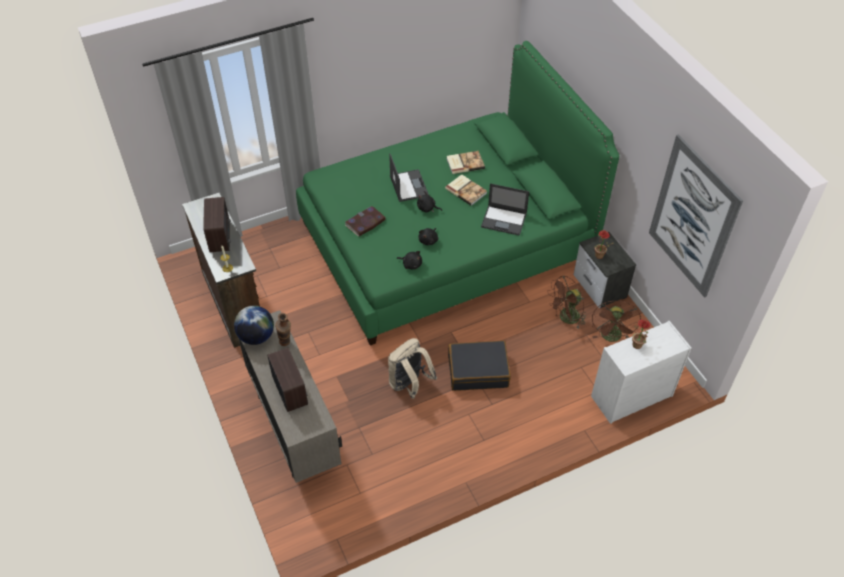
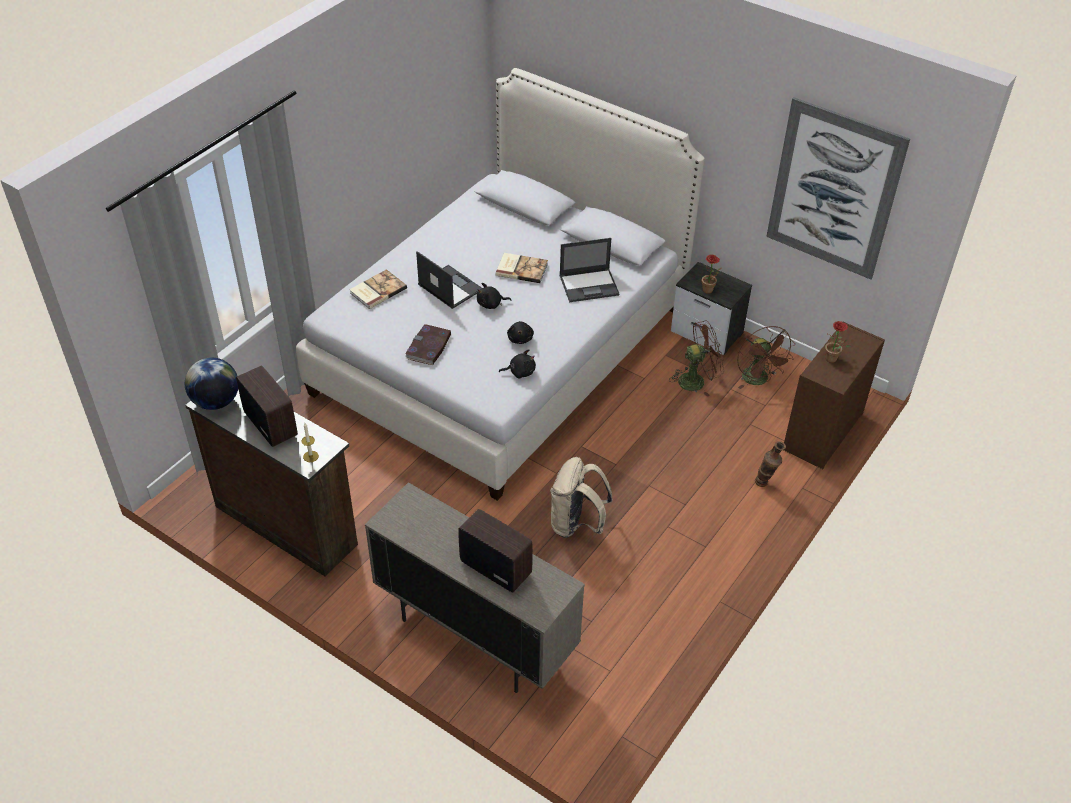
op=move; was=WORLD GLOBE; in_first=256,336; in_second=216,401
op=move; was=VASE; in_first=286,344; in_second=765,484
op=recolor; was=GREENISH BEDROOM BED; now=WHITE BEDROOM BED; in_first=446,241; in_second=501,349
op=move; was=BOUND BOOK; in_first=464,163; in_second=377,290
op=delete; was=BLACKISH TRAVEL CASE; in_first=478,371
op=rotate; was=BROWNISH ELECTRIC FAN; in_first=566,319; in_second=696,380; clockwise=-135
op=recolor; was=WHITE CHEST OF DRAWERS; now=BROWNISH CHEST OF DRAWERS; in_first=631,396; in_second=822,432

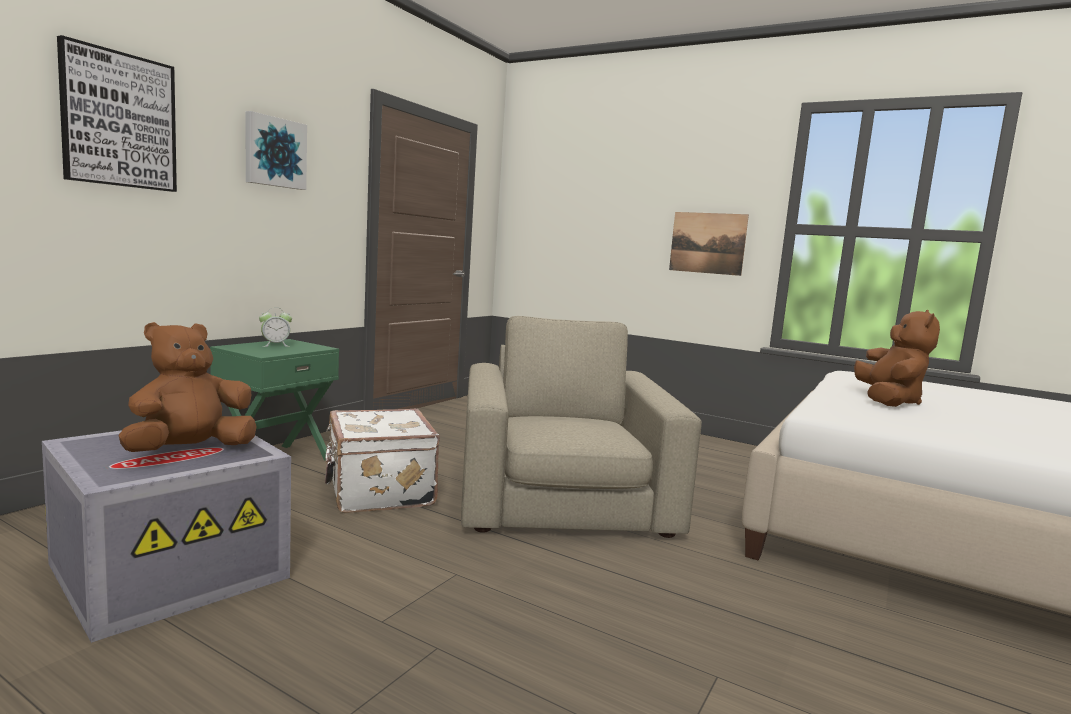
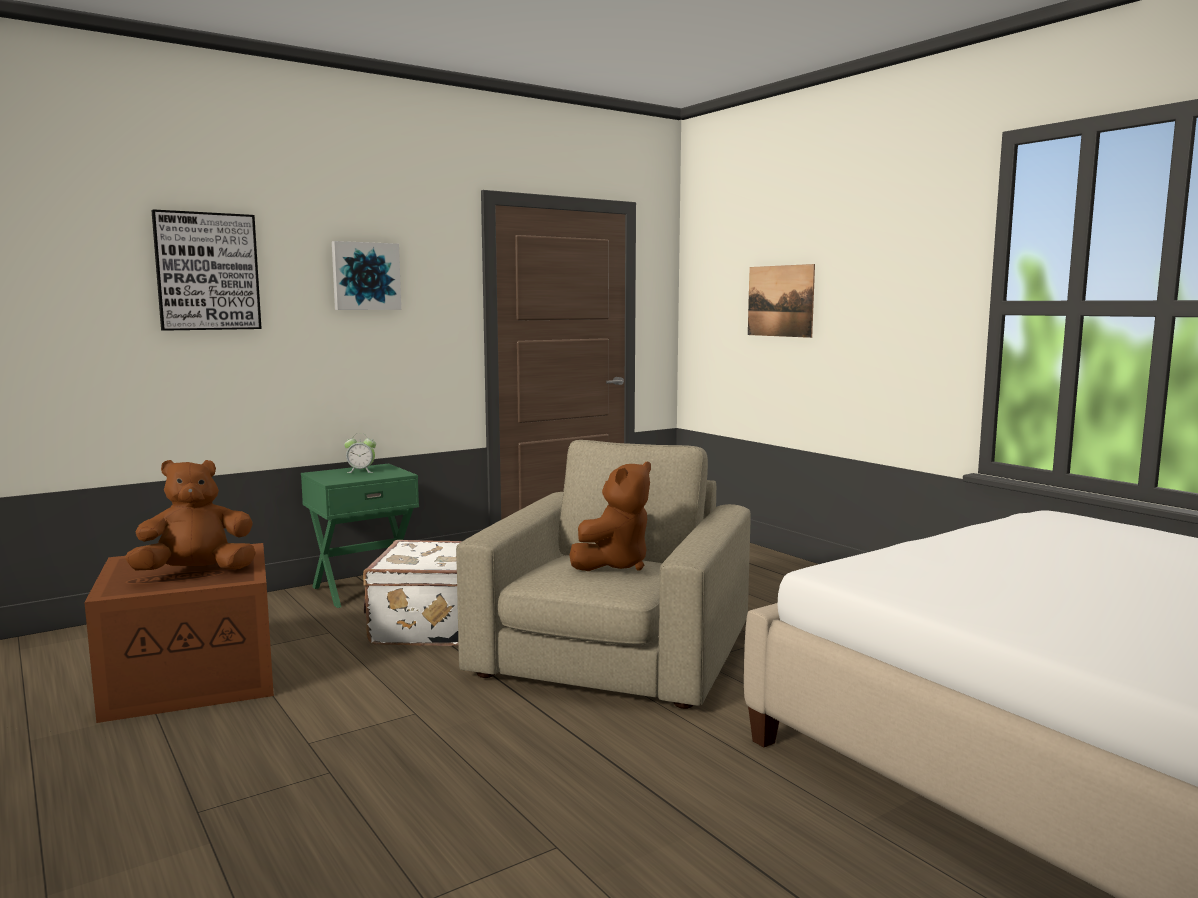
op=recolor; was=GRAY STORAGE BIN; now=BROWNISH STORAGE BIN; in_first=172,569; in_second=195,676
op=move; was=WALL PICTURE; in_first=707,243; in_second=780,301
op=move; was=BROWNISH SOFT TOY; in_first=888,401; in_second=614,564

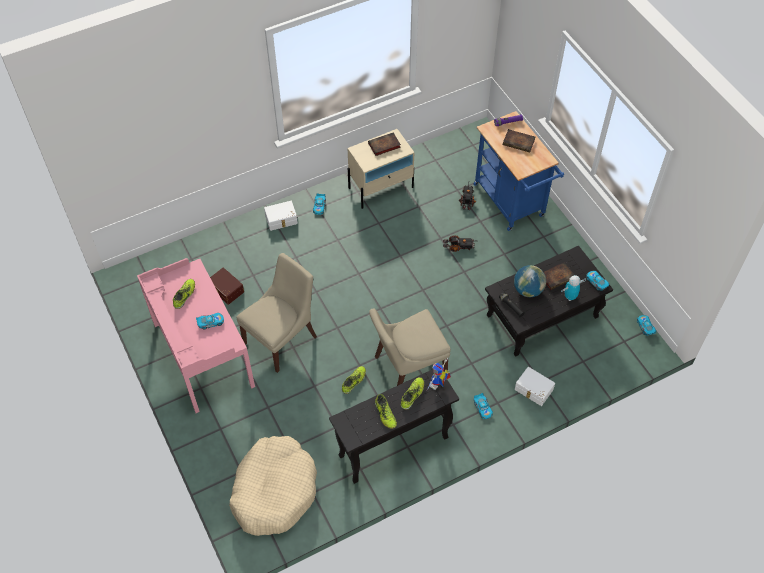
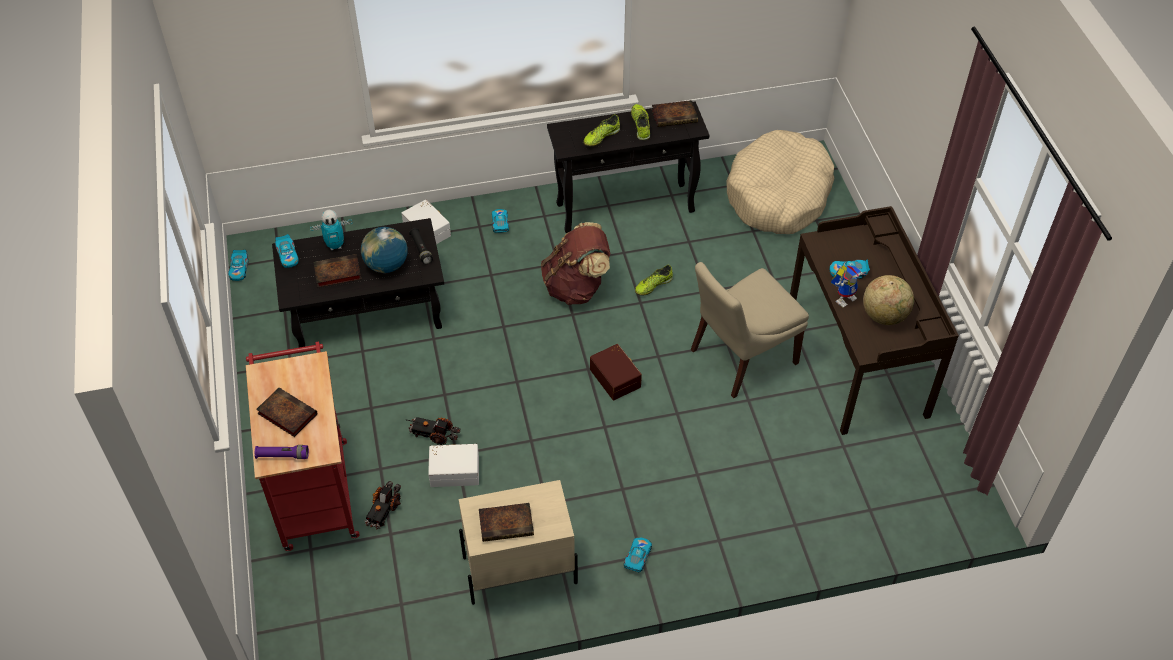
op=recolor; was=PINK DESK; now=BROWNISH DESK; in_first=202,355; in_second=858,360
op=replace; was=SHOE; now=WORLD GLOBE; in_first=185,295; in_second=884,315
op=move; was=BROWNISH STORAGE BIN; in_first=225,290; in_second=616,377
op=move; was=WHITE STORAGE BIN; in_first=281,220; in_second=454,470
op=replace; was=BEIGE-COLOURED UPRIGHT CHAIR; now=BROWNISH RUCKSACK; in_first=407,367; in_second=576,287
op=move; was=ROBOT FIGURE; in_first=437,386; in_second=845,297
op=recolor; was=BLUE-COLOURED CART; now=RED-COLOURED CART; in_first=511,203; in_second=314,487
op=insert; now=BOUND BOOK; in_second=675,116

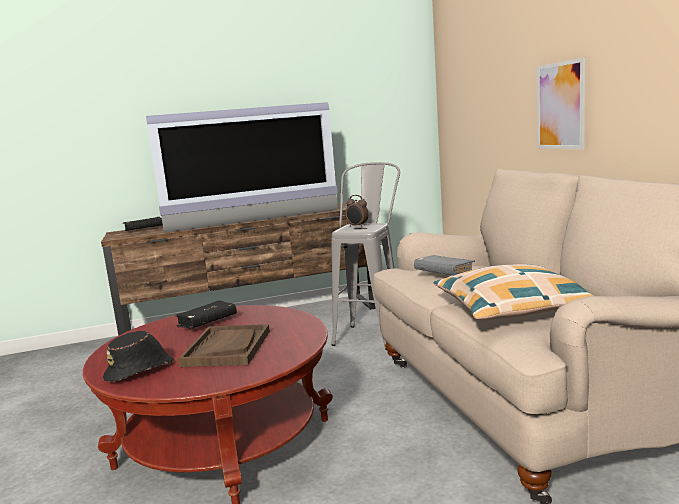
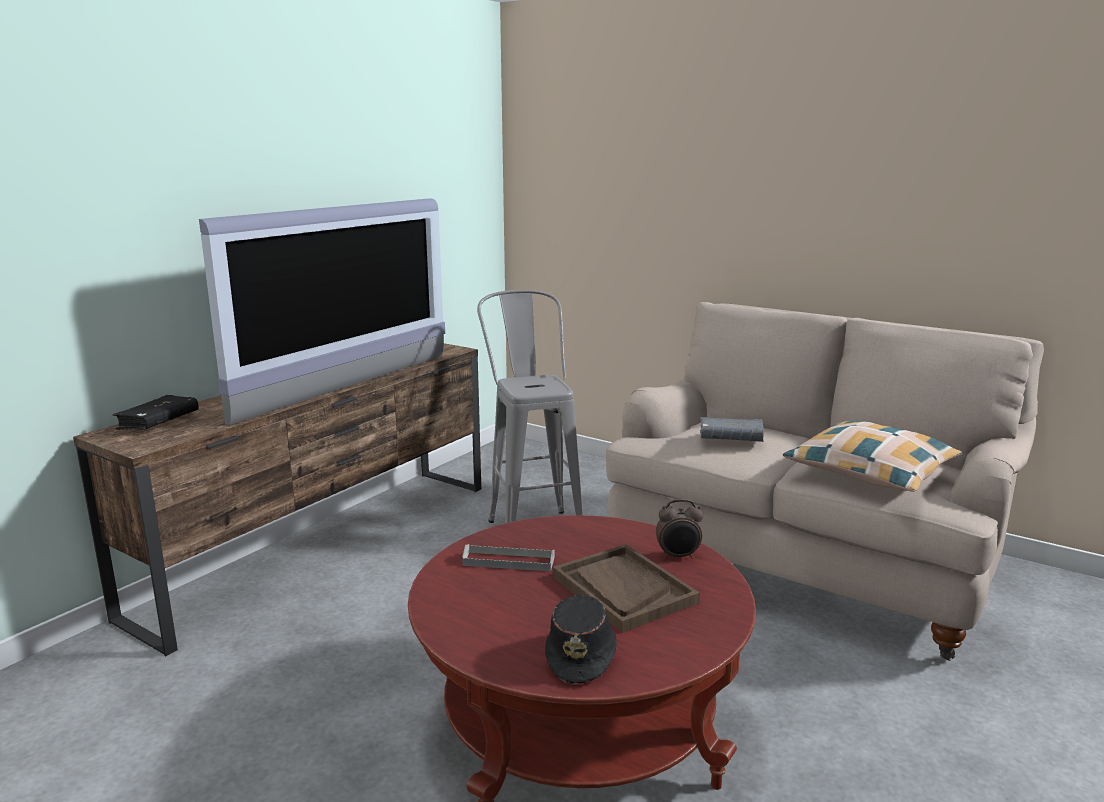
op=replace; was=BLACKISH BOUND BOOK; now=GRAY TRAY; in_first=207,322; in_second=508,561
op=move; was=BEDSIDE CLOCK; in_first=357,226; in_second=678,556
op=delete; was=WALL PICTURE; in_first=560,106

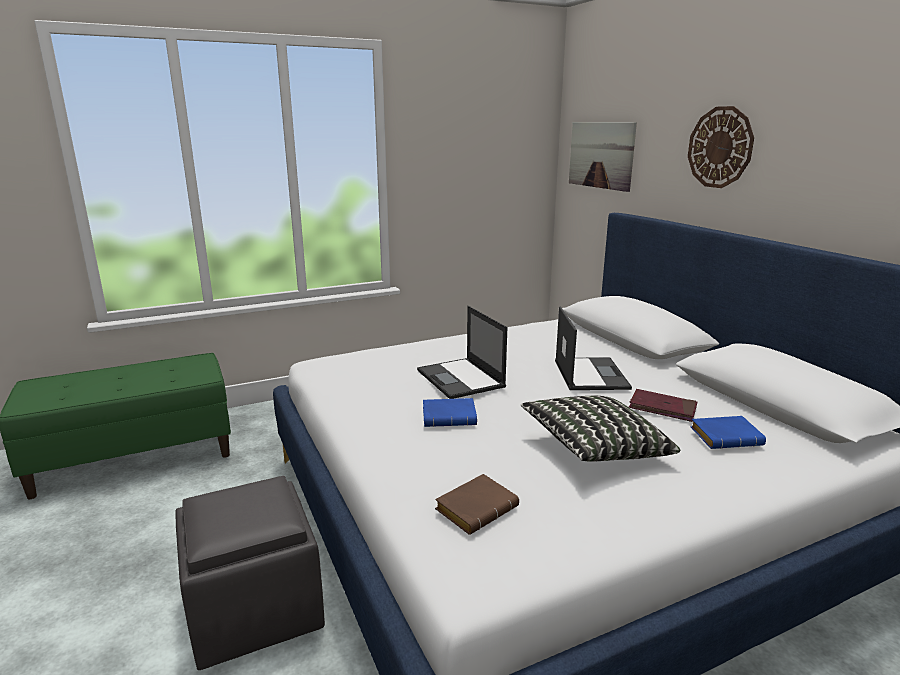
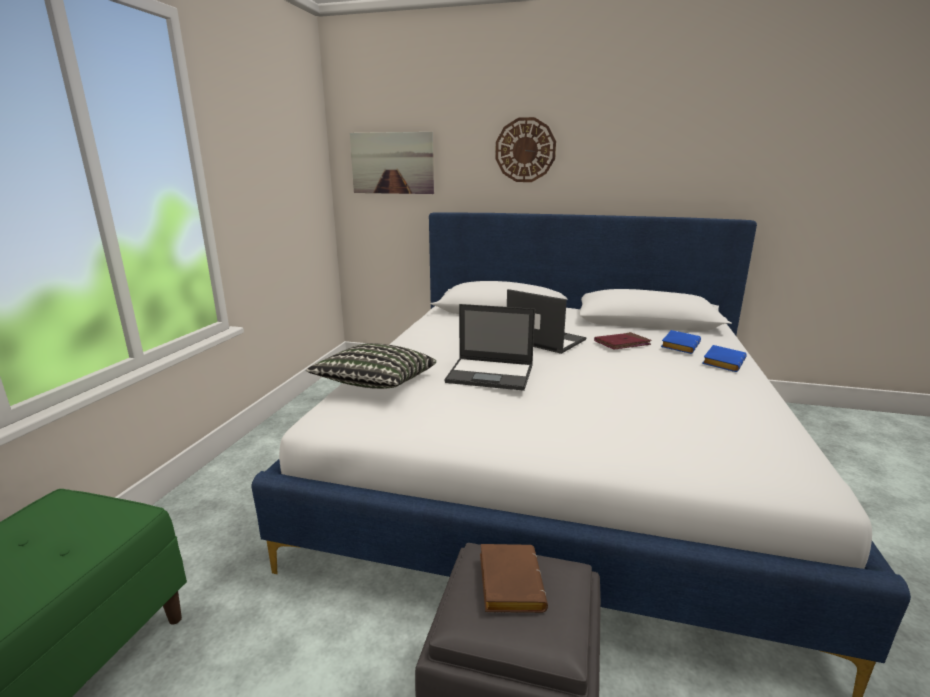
op=move; was=BLUE-COLOURED BOUND BOOK; in_first=450,417; in_second=722,362
op=move; was=BROWNISH BOUND BOOK; in_first=476,508; in_second=508,582
op=move; was=PILLOW; in_first=594,449; in_second=375,385

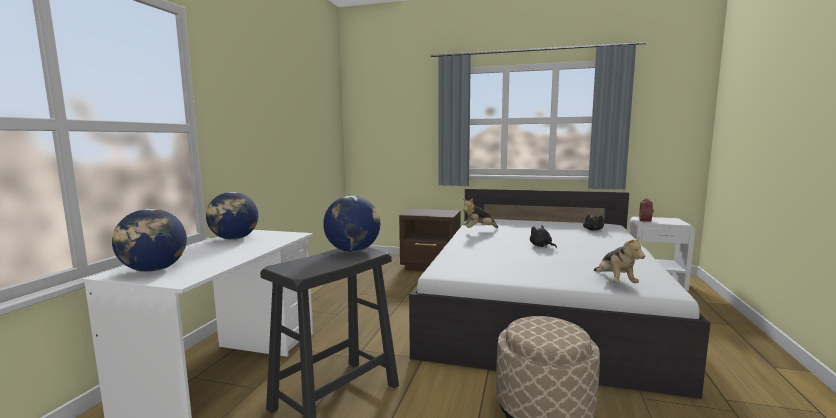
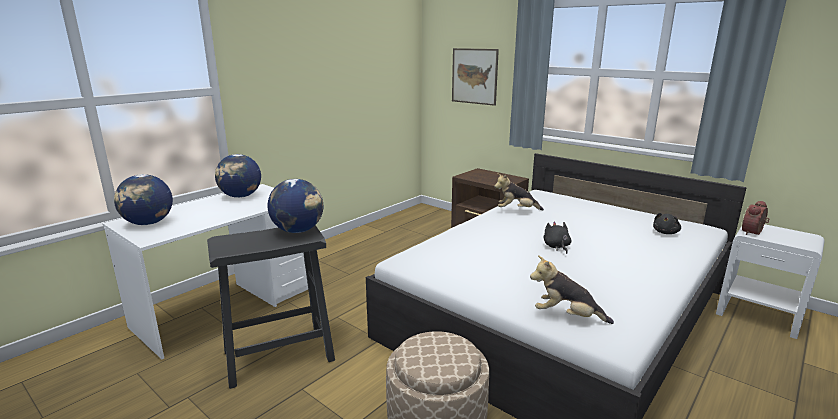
op=rotate; was=SOFT TOY; in_first=614,282; in_second=566,316; clockwise=90
op=insert; now=WALL PICTURE; in_second=474,76

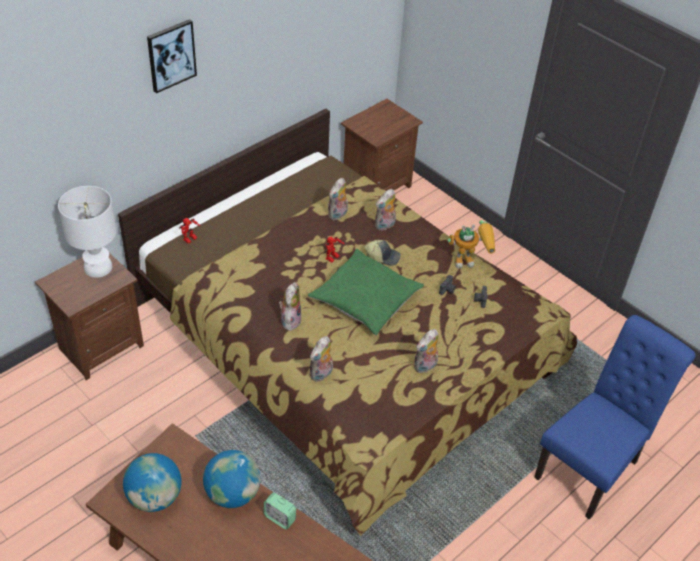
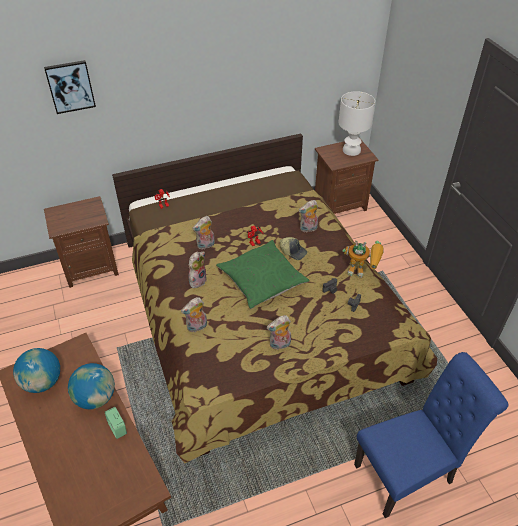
op=move; was=WHITE TABLE LAMP; in_first=97,267; in_second=351,150
op=move; was=WALL PICTURE; in_first=171,55; in_second=70,86
op=move; was=SOFT TOY; in_first=338,215; in_second=205,245

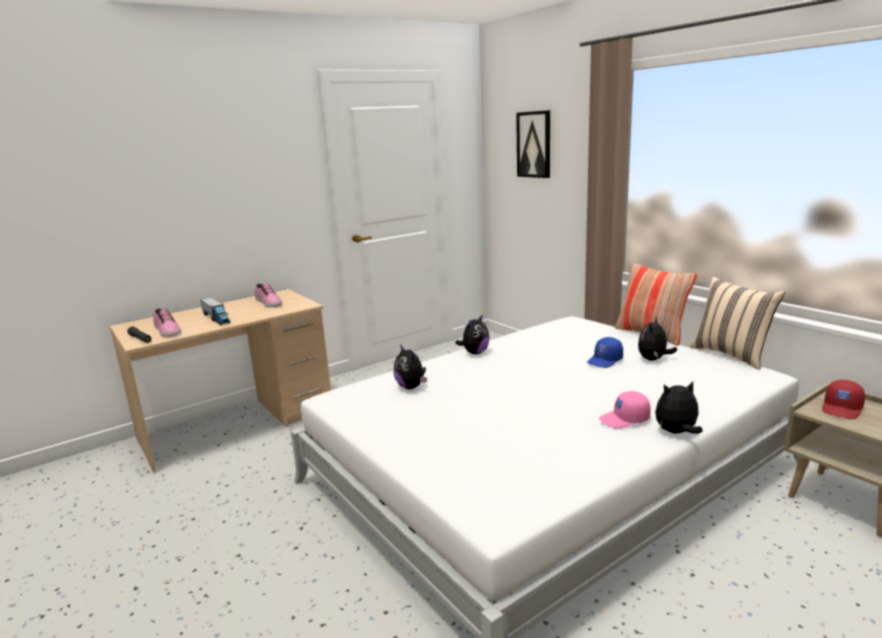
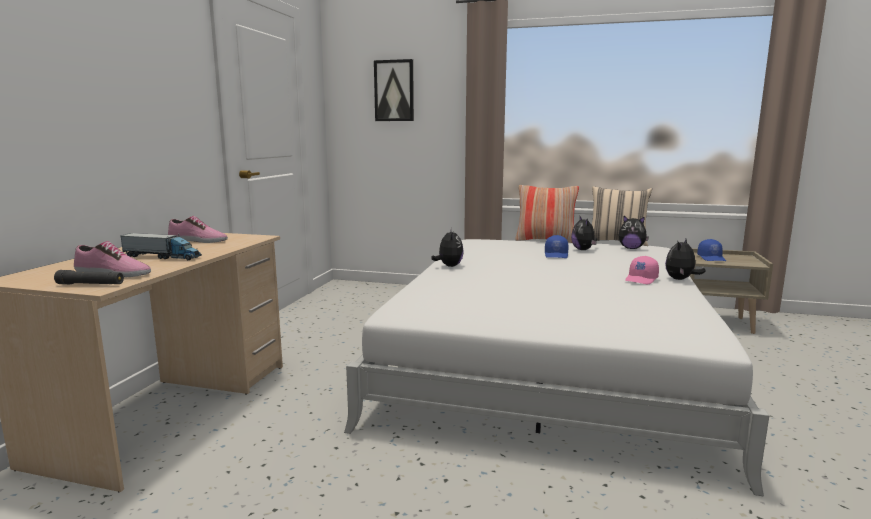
op=move; was=SOFT TOY; in_first=411,387; in_second=631,248
op=recolor; was=RED-COLOURED CAP; now=BLUE-COLOURED CAP; in_first=842,409; in_second=712,258

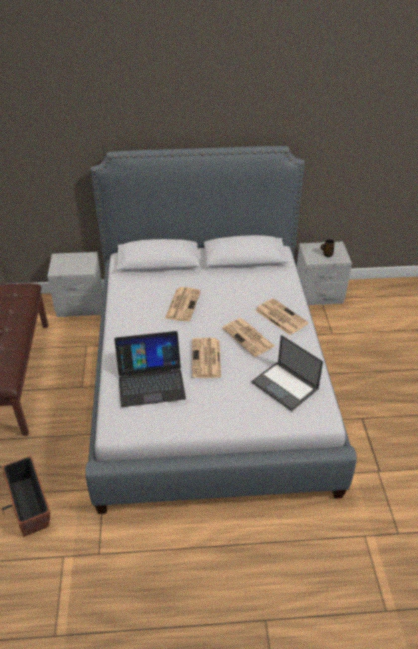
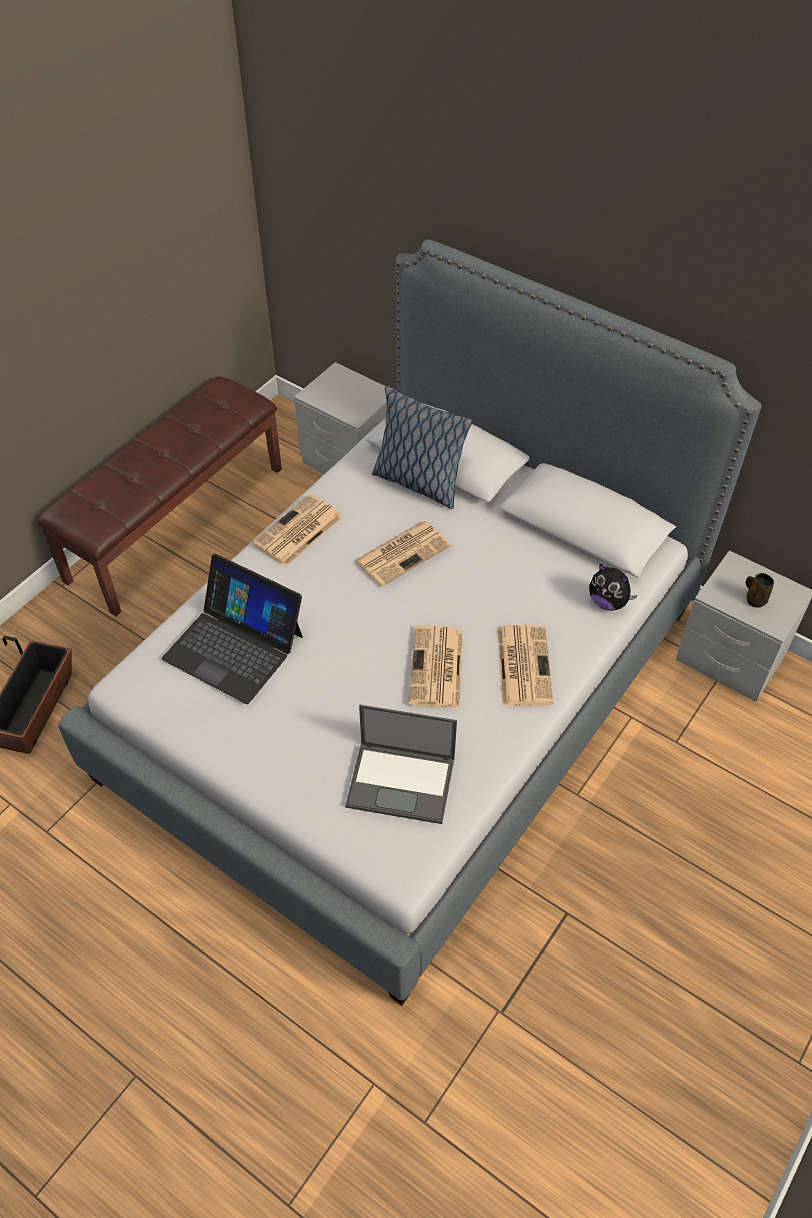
op=move; was=NEWSPAPER; in_first=206,359; in_second=298,531
op=rotate; was=PORTABLE COMPUTER; in_first=285,386; in_second=402,782; clockwise=-75
op=insert; now=PILLOW; in_second=418,482
op=insert; now=SOFT TOY; in_second=608,602

